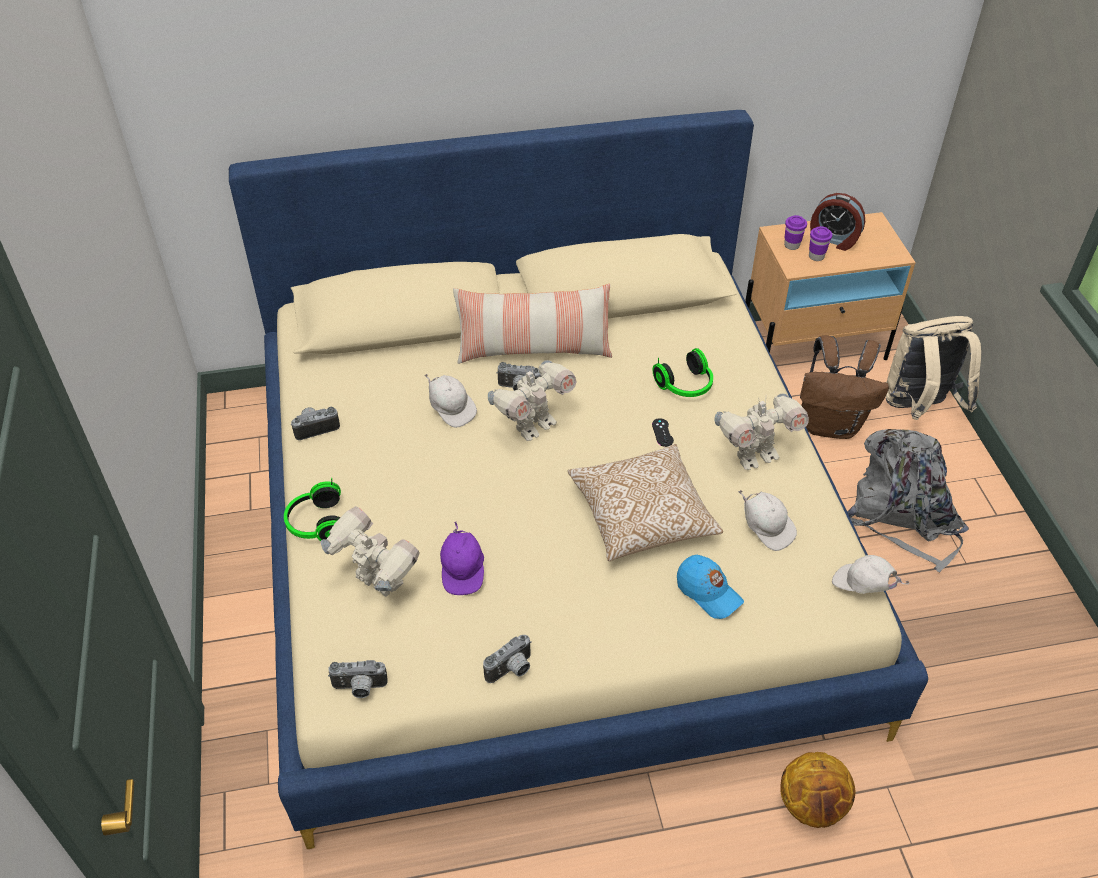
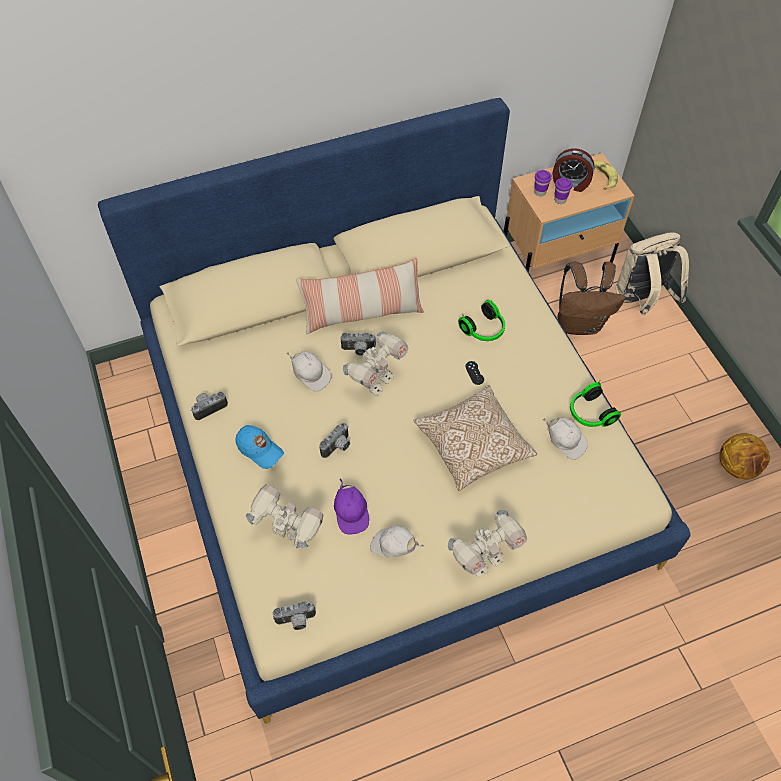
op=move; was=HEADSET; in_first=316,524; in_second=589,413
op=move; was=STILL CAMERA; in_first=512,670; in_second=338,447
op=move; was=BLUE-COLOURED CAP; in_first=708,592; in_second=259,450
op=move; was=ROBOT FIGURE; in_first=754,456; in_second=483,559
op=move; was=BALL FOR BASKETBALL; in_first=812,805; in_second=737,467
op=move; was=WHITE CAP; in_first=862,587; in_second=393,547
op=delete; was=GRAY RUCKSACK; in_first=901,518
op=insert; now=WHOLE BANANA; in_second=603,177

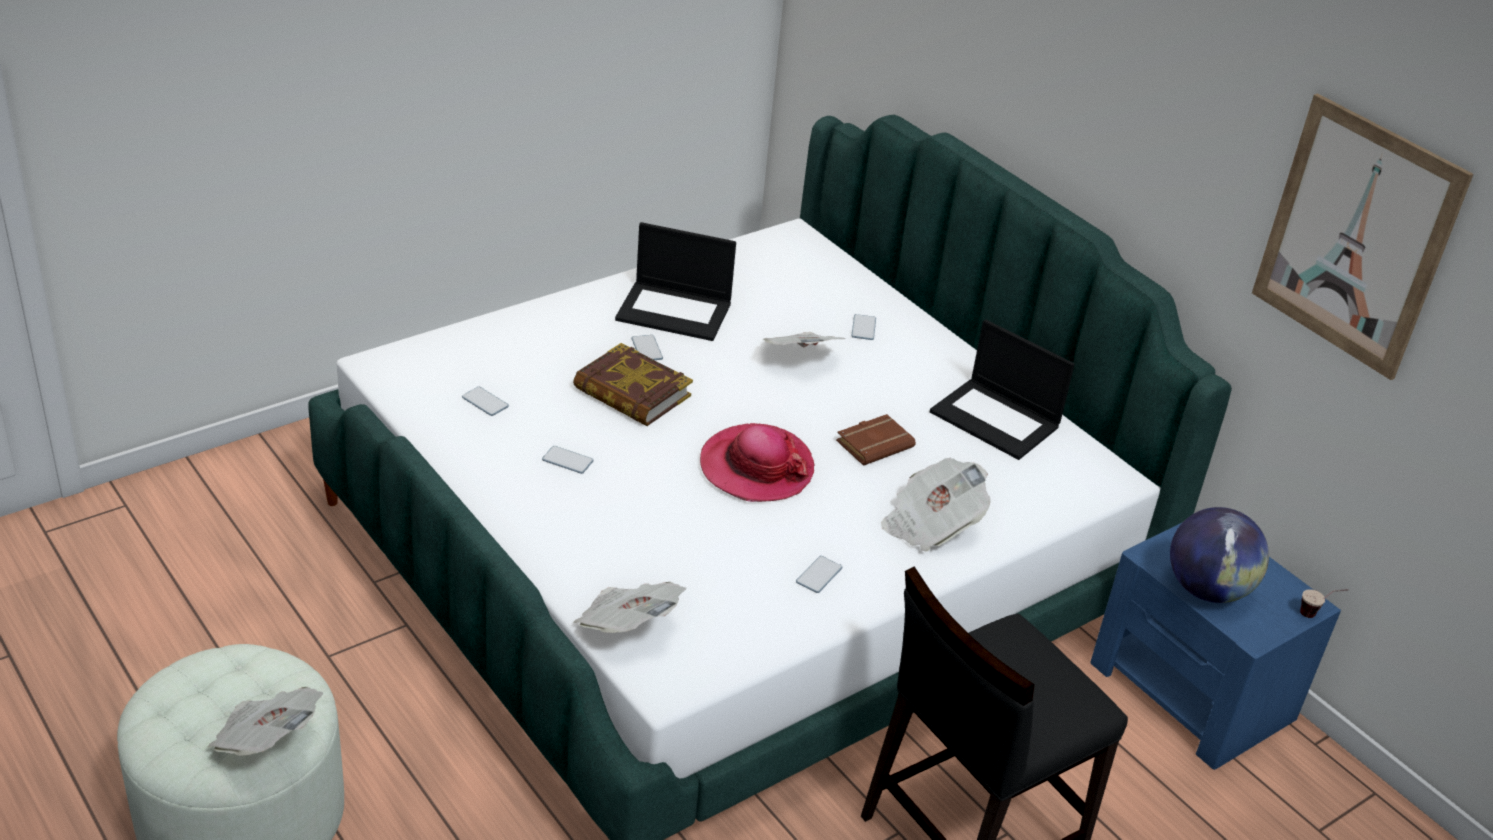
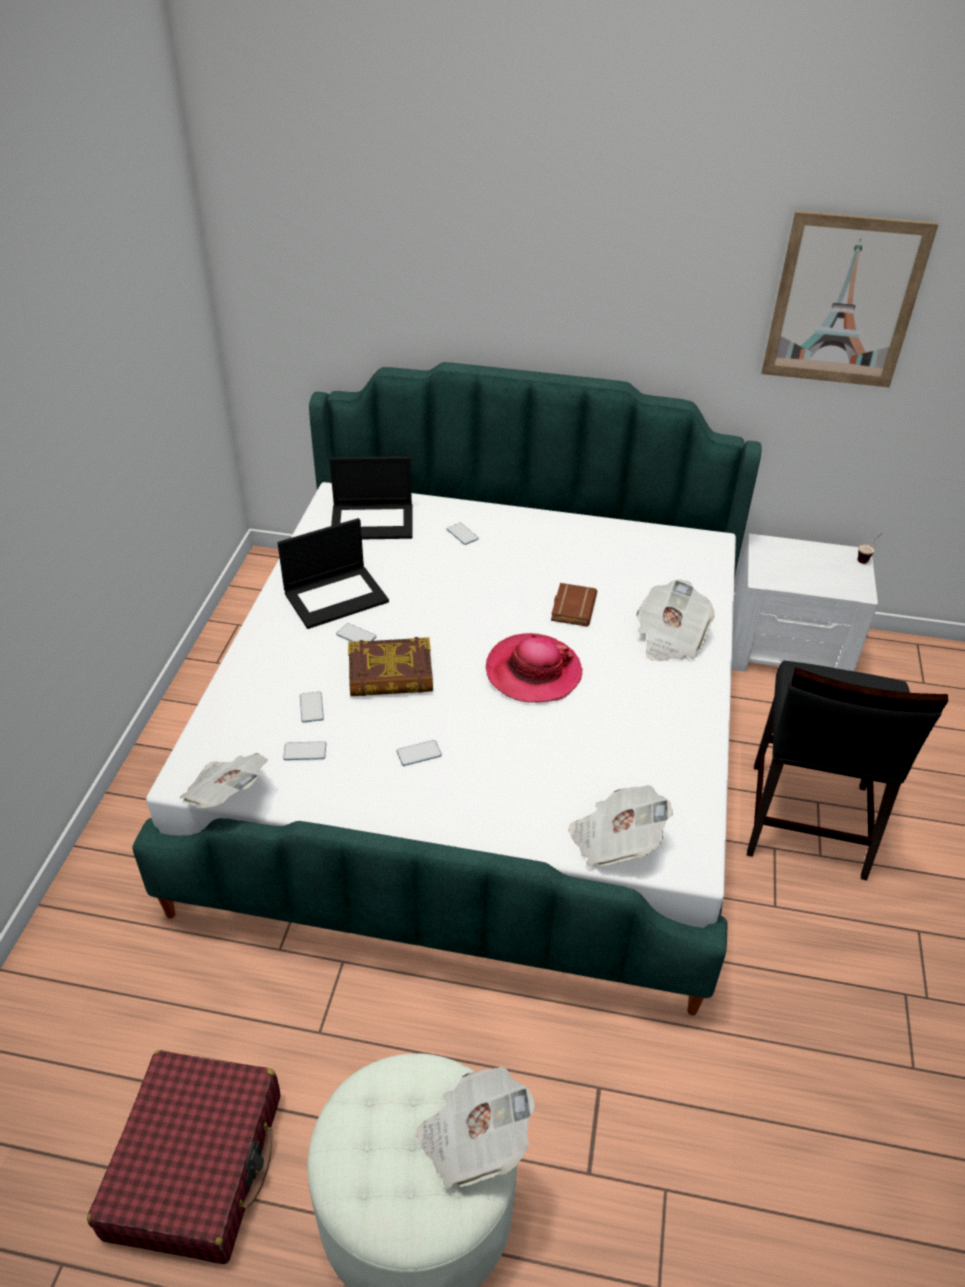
op=move; was=NEWSPAPER; in_first=801,358; in_second=226,794
op=move; was=TELEPHONE; in_first=819,575; in_second=311,707
op=move; was=PORTABLE COMPUTER; in_first=996,419; in_second=373,521
op=recolor; was=BLUE-COLOURED BEDSIDE TABLE; now=WHITE BEDSIDE TABLE; in_first=1192,691; in_second=789,649
op=delete; was=WORLD GLOBE; in_first=1207,589
op=insert; now=RED-COLOURED TRAVEL CASE; in_second=196,1164

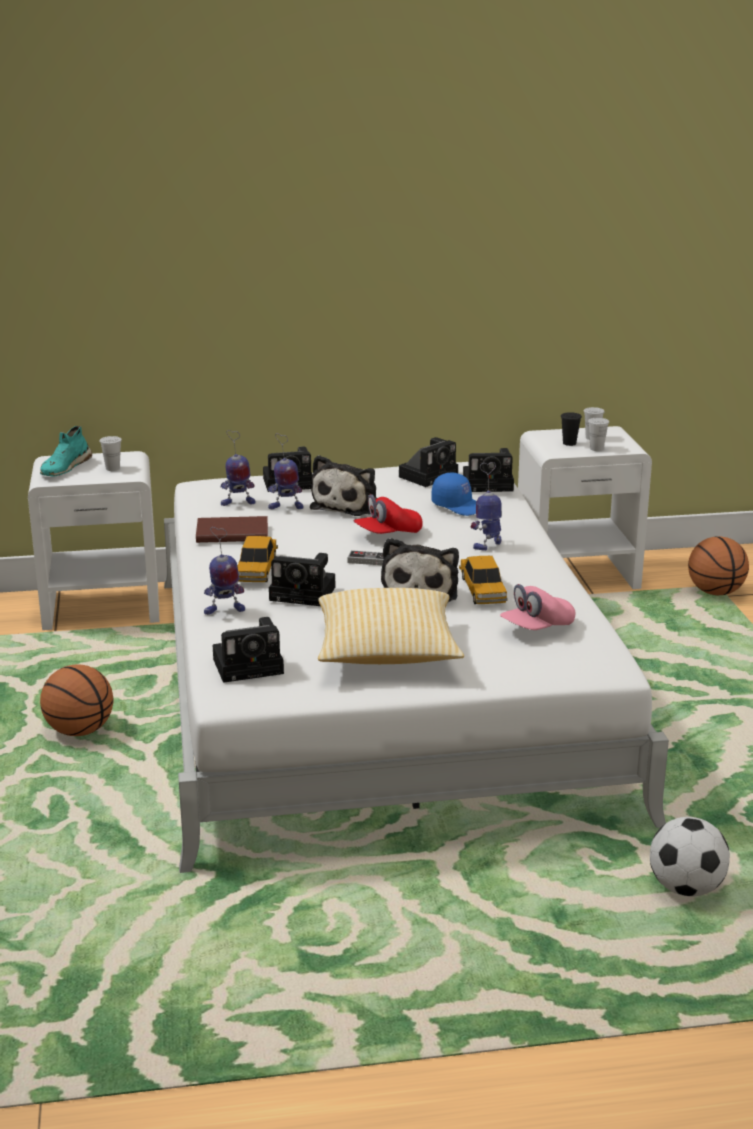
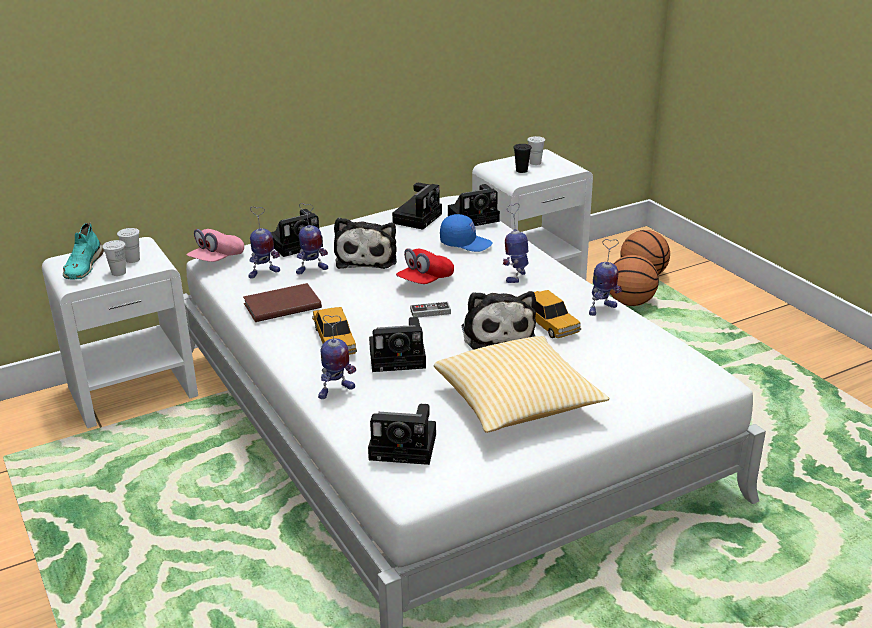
op=move; was=BALL FOR BASKETBALL; in_first=80,731; in_second=630,303
op=rotate; was=STILL CAMERA; in_first=251,665; in_second=406,447; clockwise=45
op=move; was=PINK CAP; in_first=537,628; in_second=217,260
op=move; was=WHITE SMALL CUP; in_first=596,449; in_second=118,273
op=delete; was=BALL FOR FOOTBALL; in_first=686,888
op=insert; now=ROBOT FIGURE; in_second=601,309

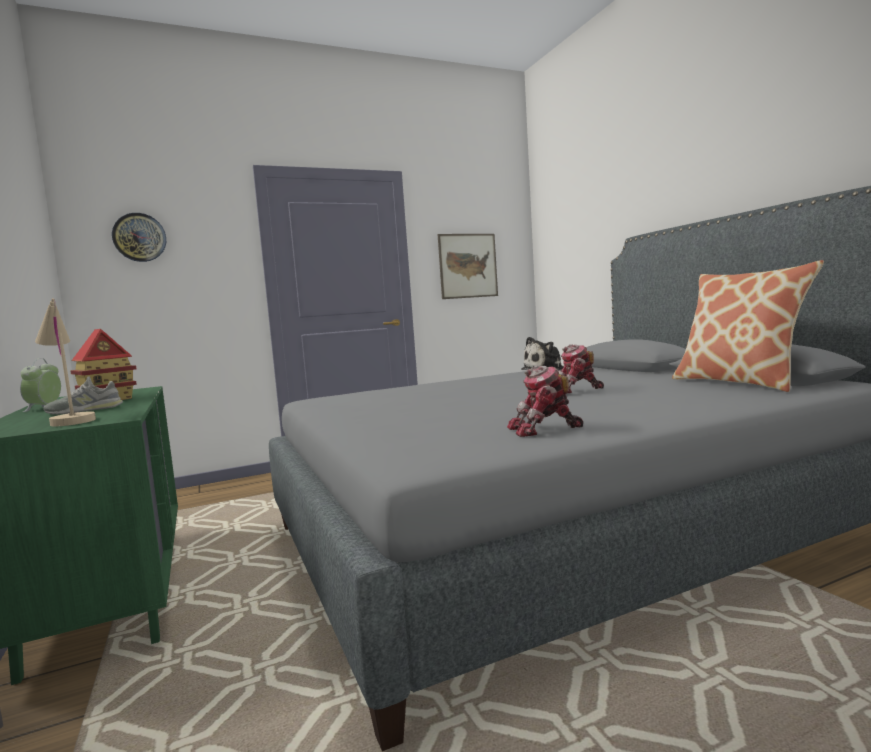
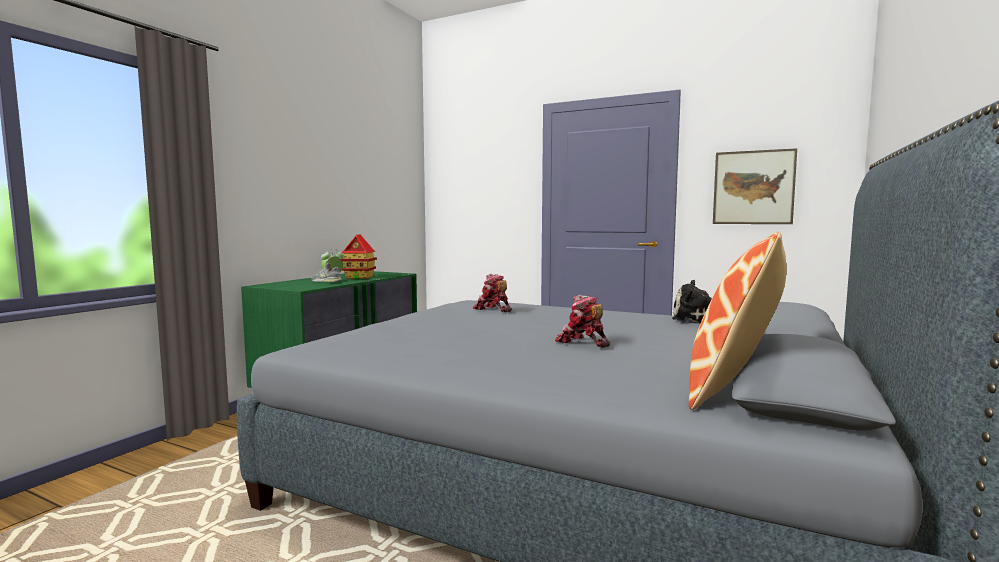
op=delete; was=BEIGE-COLOURED TABLE LAMP; in_first=69,420
op=delete; was=WALL CLOCK; in_first=139,237
op=move; was=ROBOT FIGURE; in_first=544,429; in_second=493,309

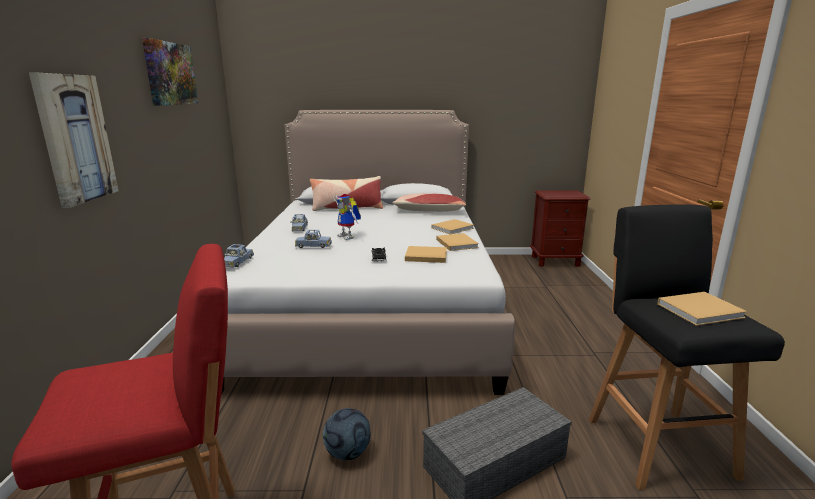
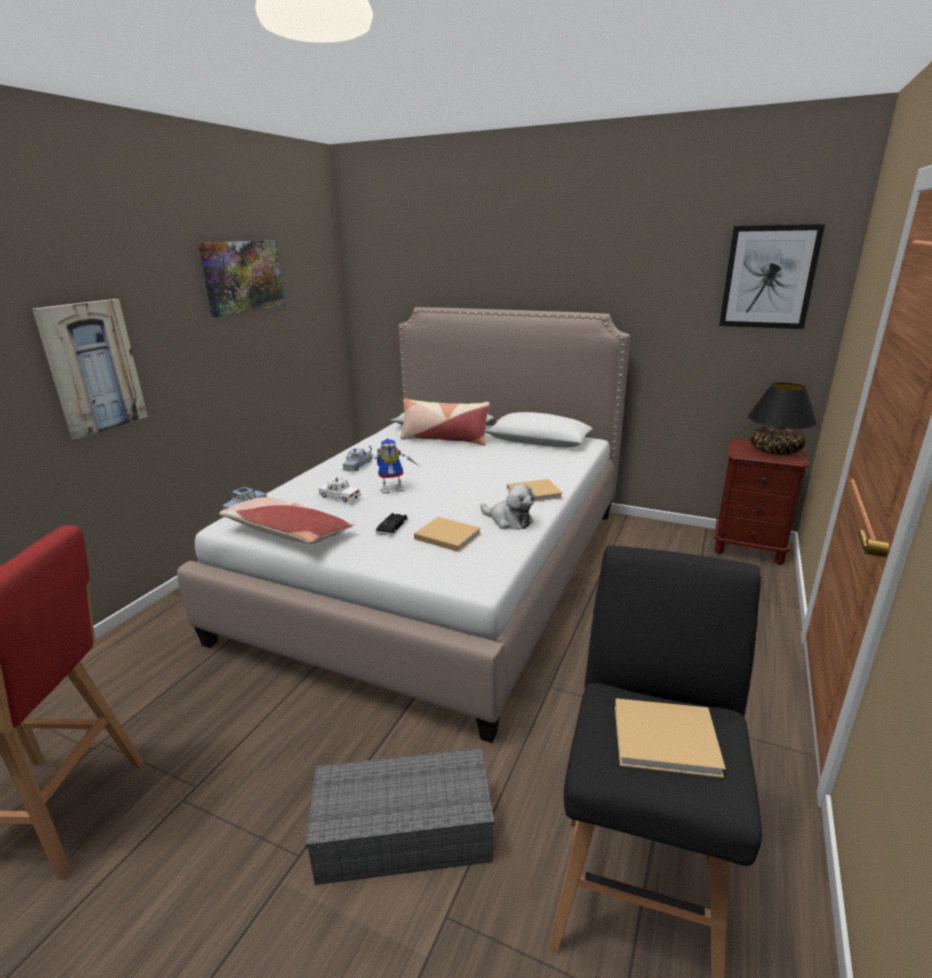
op=recolor; was=BLUE-COLOURED TOY CAR; now=WHITE TOY CAR; in_first=313,246; in_second=339,497
op=delete; was=BALL FOR FOOTBALL; in_first=348,452
op=rotate; was=ROBOT FIGURE; in_first=349,237; in_second=393,488; clockwise=-90
op=move; was=PILLOW; in_first=429,211; in_second=287,533
op=replace; was=BEIGE-COLOURED BOUND BOOK; now=SOFT TOY; in_first=456,243; in_second=509,520
op=insert; now=WALL PICTURE; in_second=769,277
op=insert; now=BLACKISH TABLE LAMP; in_second=775,451

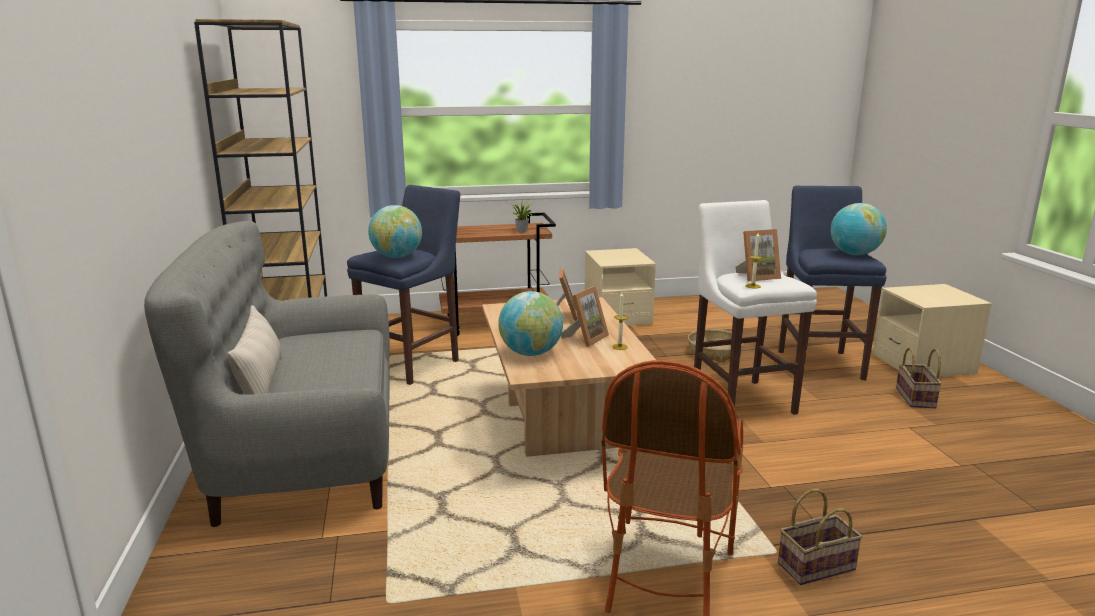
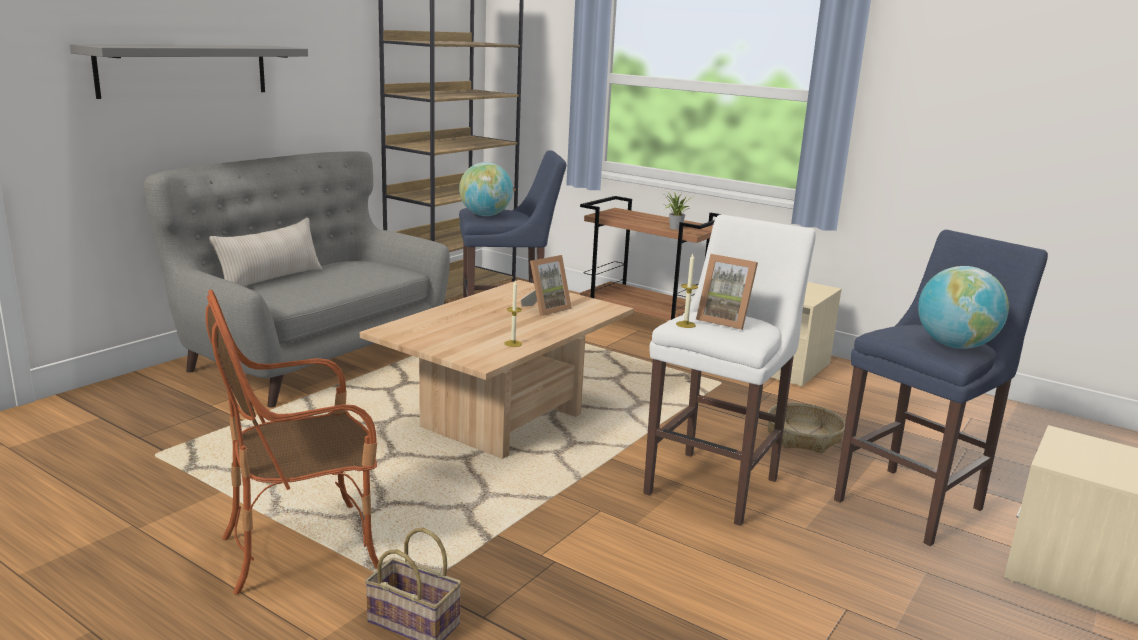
op=delete; was=WORLD GLOBE; in_first=530,353
op=delete; was=PICTURE FRAME; in_first=586,338
op=delete; was=HOUSEHOLD BASKET; in_first=916,398
op=insert; now=GRAY WALL SHELF; in_second=184,70

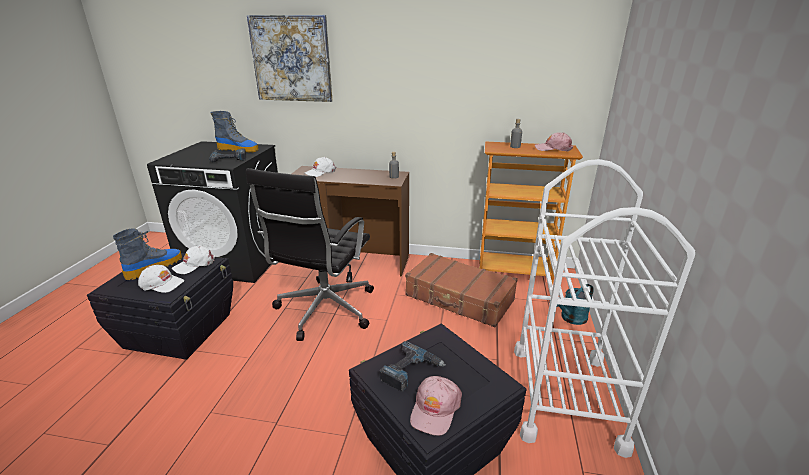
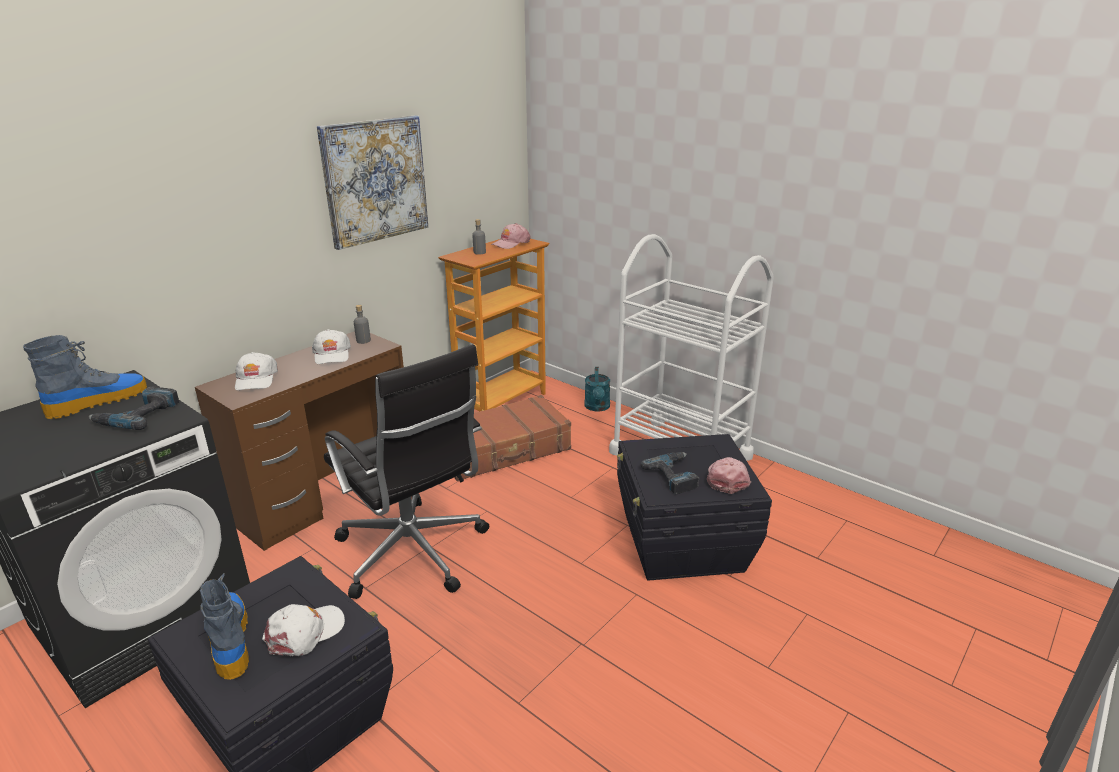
op=move; was=WHITE CAP; in_first=194,264; in_second=332,354
op=move; was=WALL PICTURE; in_first=291,59; in_second=375,180
op=rotate; was=PINK CAP; in_first=435,409; in_second=727,479; clockwise=-135

